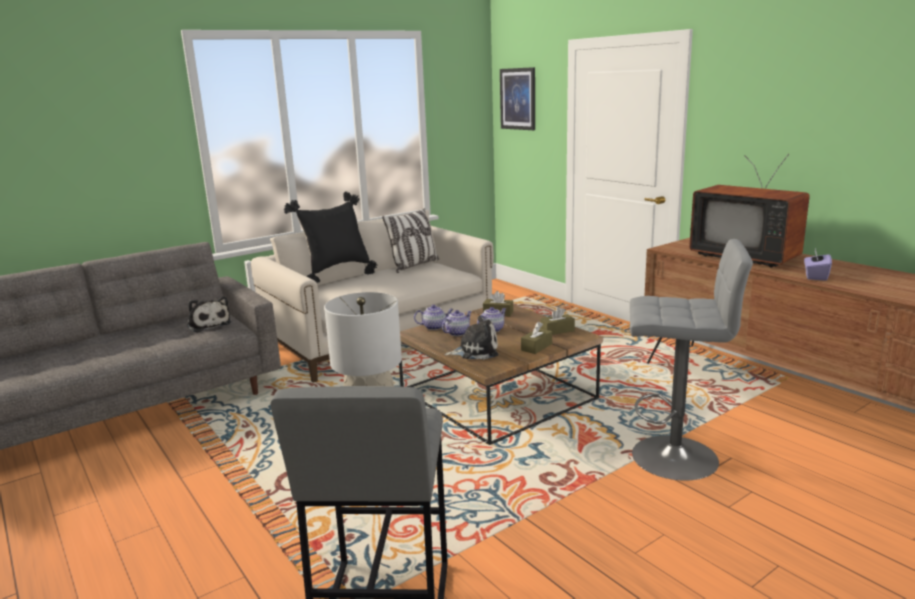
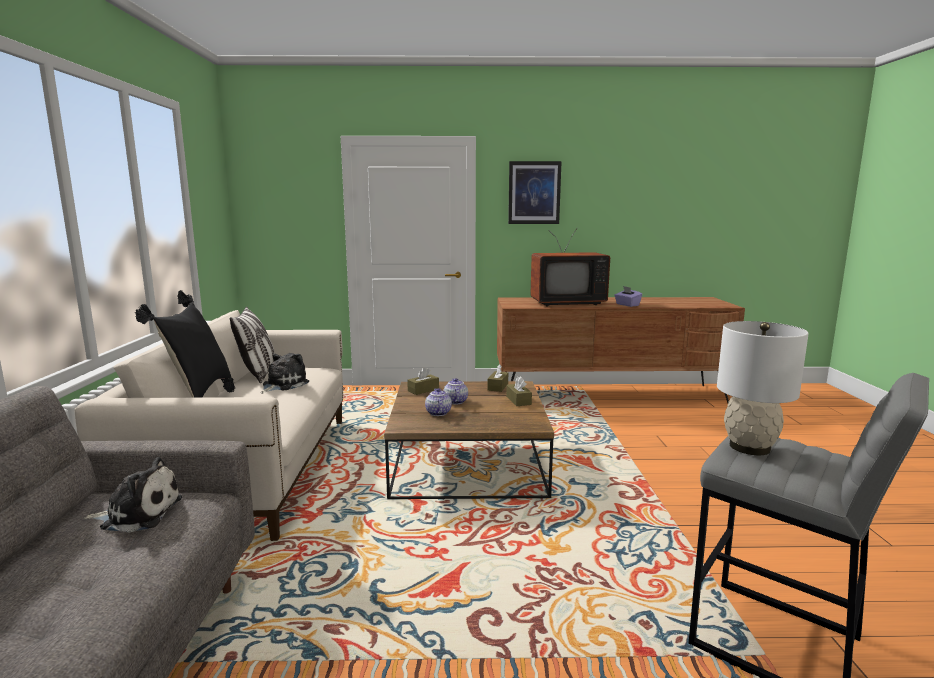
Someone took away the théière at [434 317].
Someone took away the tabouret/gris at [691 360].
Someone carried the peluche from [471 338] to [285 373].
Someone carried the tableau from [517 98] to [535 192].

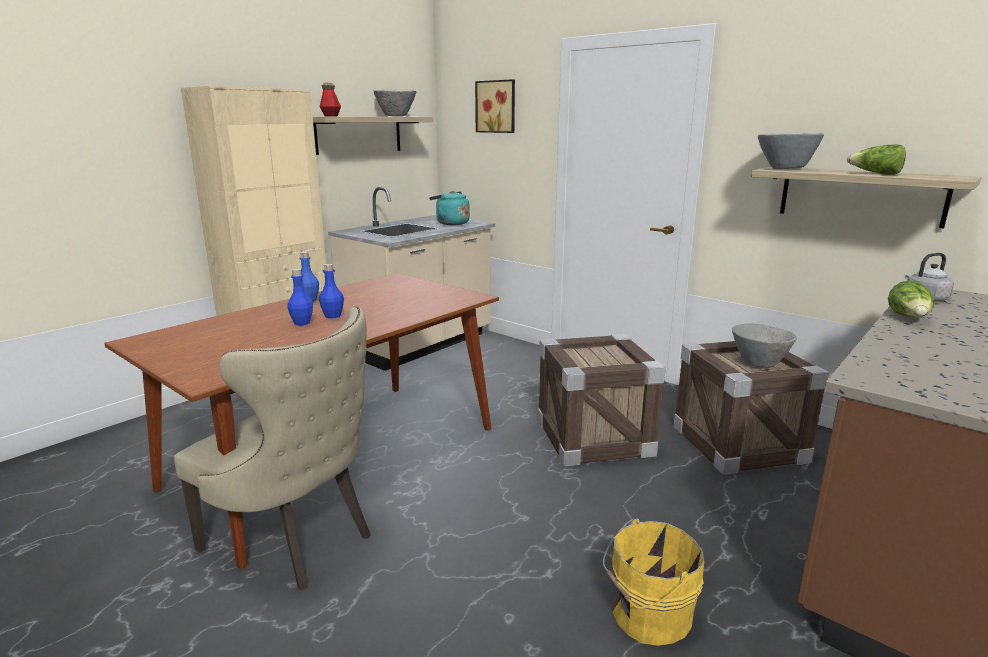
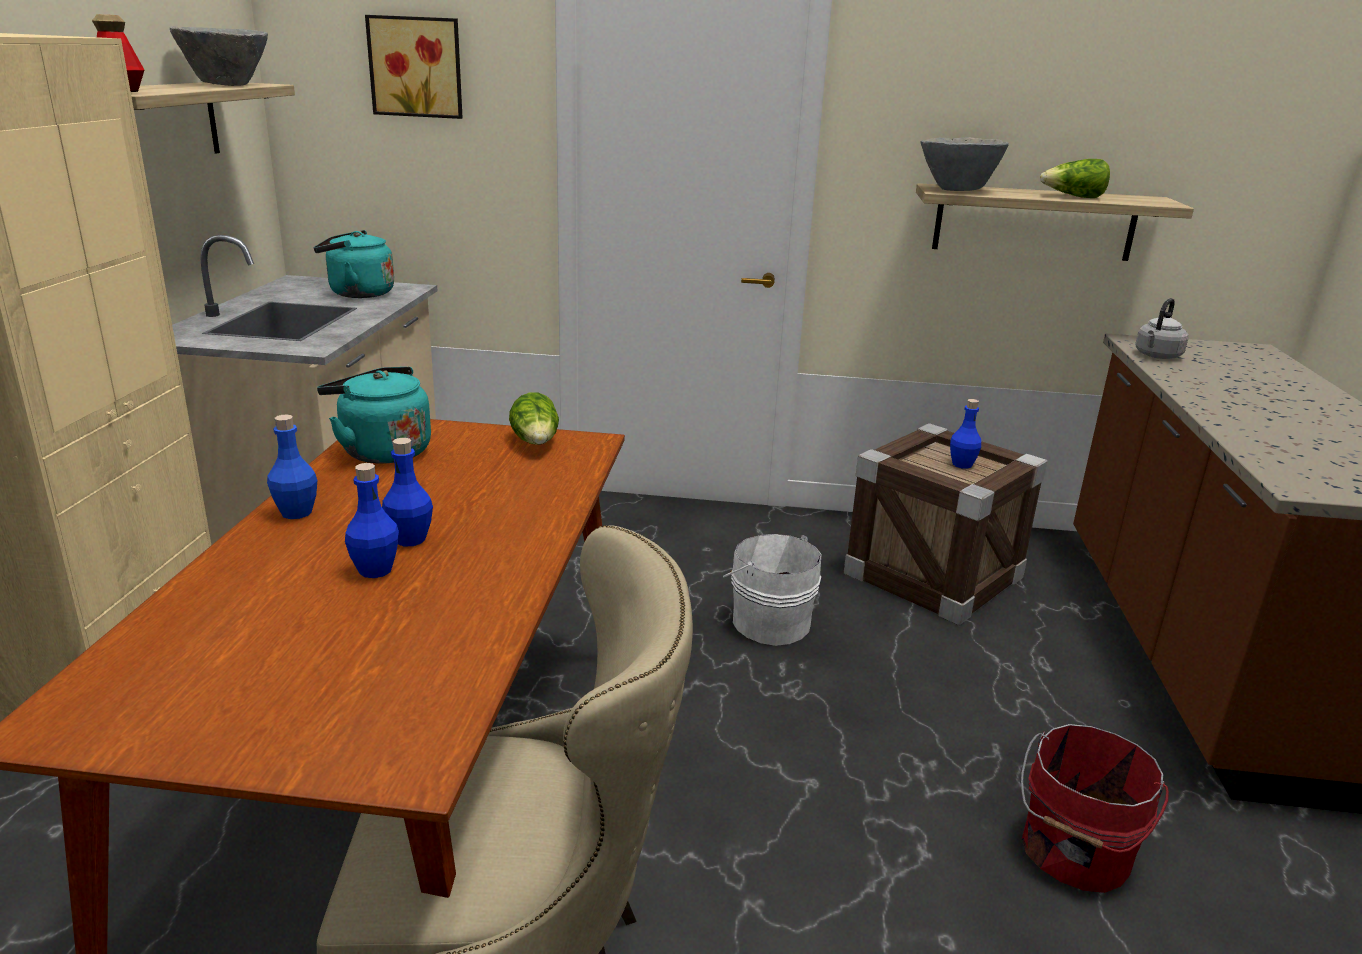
Someone put down the bouilloire/turquoise at [374 415].
Someone carried the laitue from [911 299] to [534 419].
Someone swapped the caisse at [602 400] for the seau/blanc at [772 590].
Someone swapped the bol/gris at [764 346] for the bouteille/bleu at [965 434].
Someone repainted the seau/jaune at [653 582], which became the seau/rouge at [1095 808].

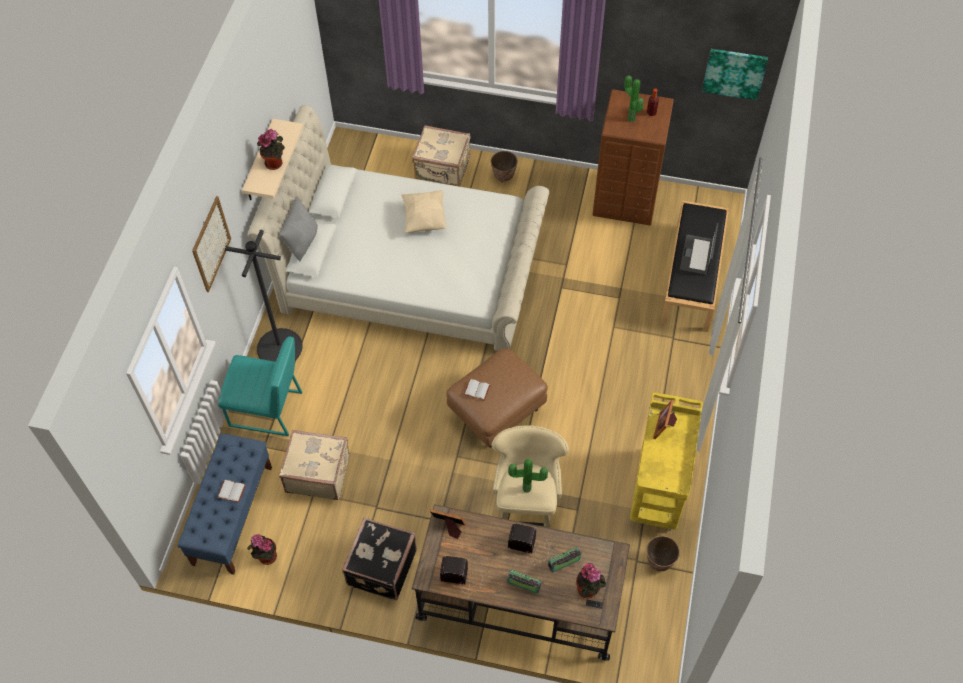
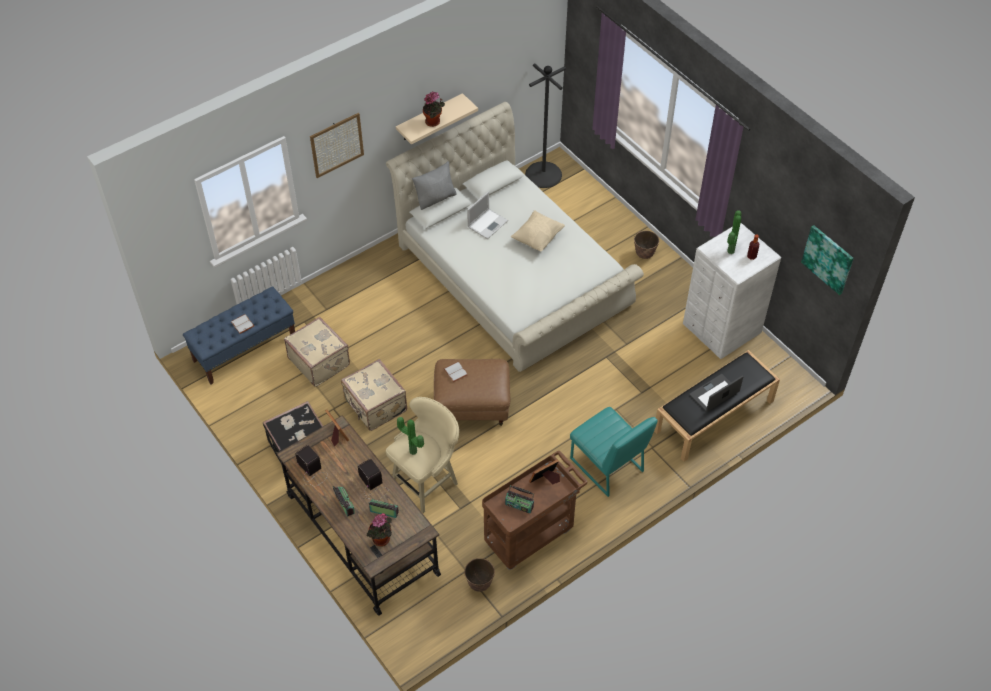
Someone took away the plante en pot at [262 549].
Someone put down the ordinateur portable at [487 215].
Someone put down the radio at [519 499].
Someone carried the chaise/turquoise from [260 386] to [614 452].
Someone carried the portant/noir from [263 296] to [545 125].
Someone carried the valise/beige from [441 156] to [374 395].
Someone repainted the commode/marron at [633 157], which became the commode/blanc at [732 291].
Someone repainted the chariot/jaune at [666 461], which became the chariot/marron at [534 510].

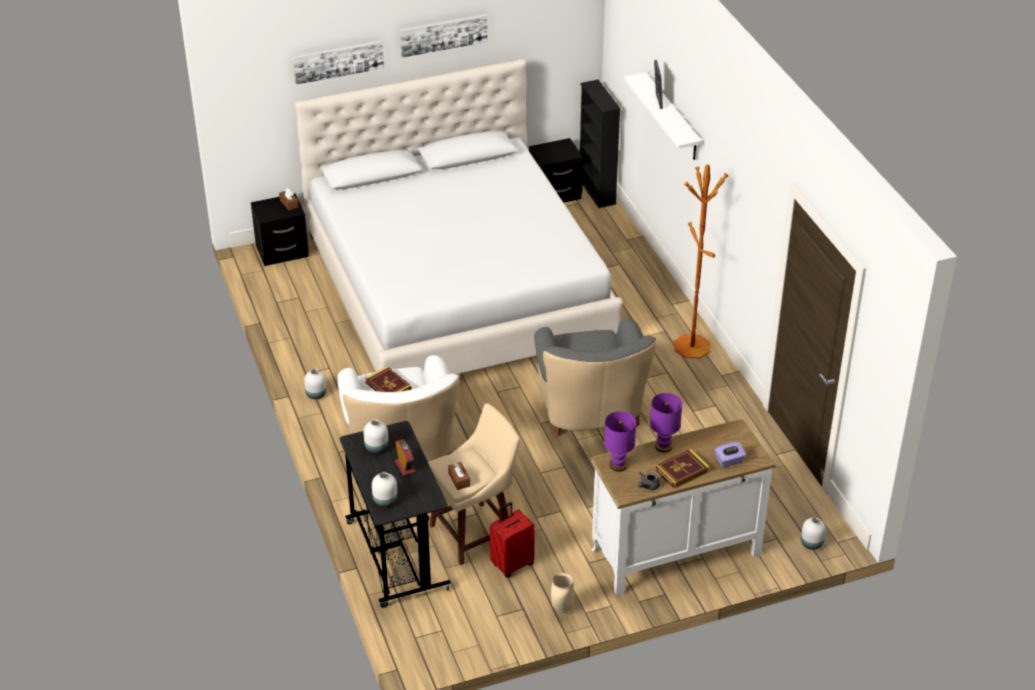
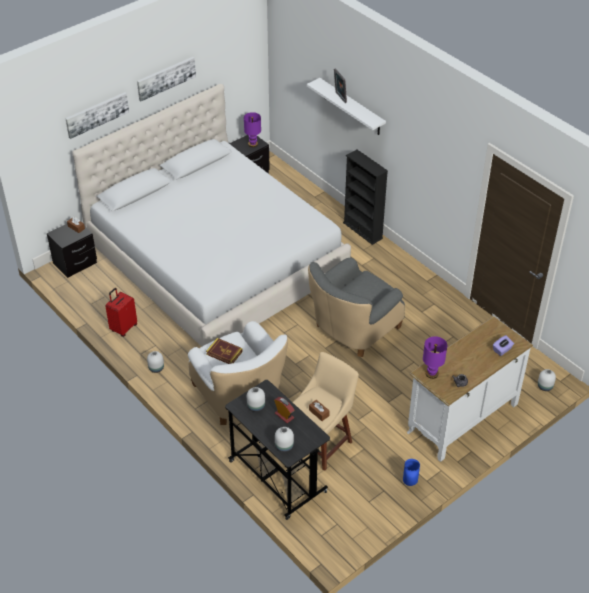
Someone took away the livre at [682 469].
Someone took away the portant/orange at [701 261].
Someone carried the valise/rouge from [512 540] to [121 312].
Someone carried the bibliothèque/noir from [600 144] to [365 197].
Someone carried the lampe de table/violet from [666 423] to [252 129].
Someone repainted the vase/beige at [562 593], which became the vase/bleu at [411 472].
Someone rotated the fauteuil/gris at [595 378] by 75 degrees clockwise.

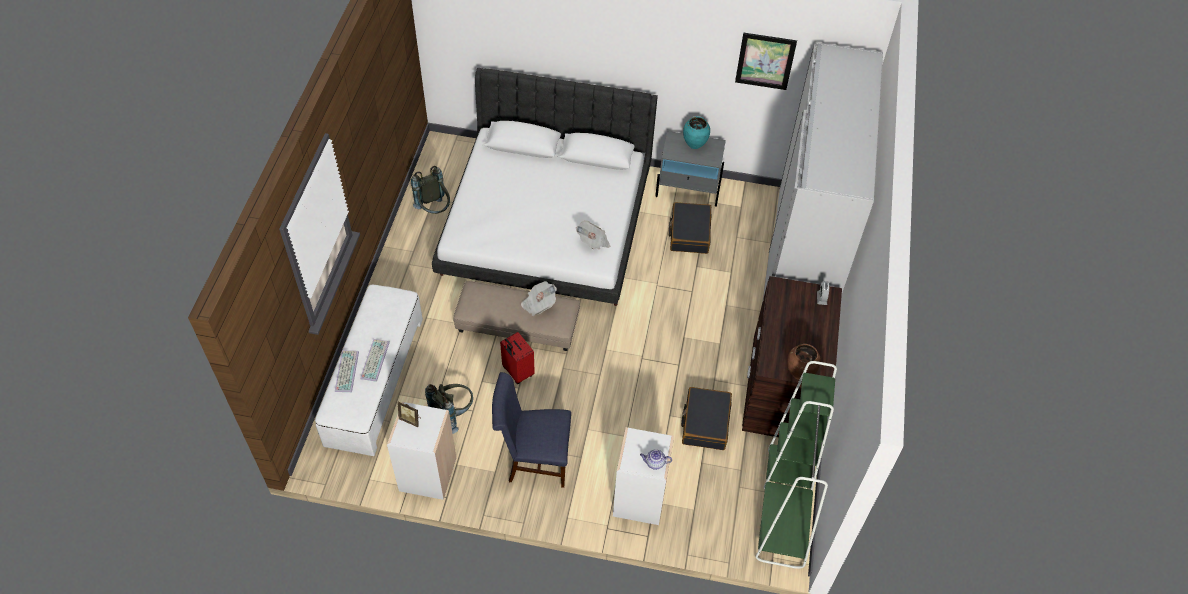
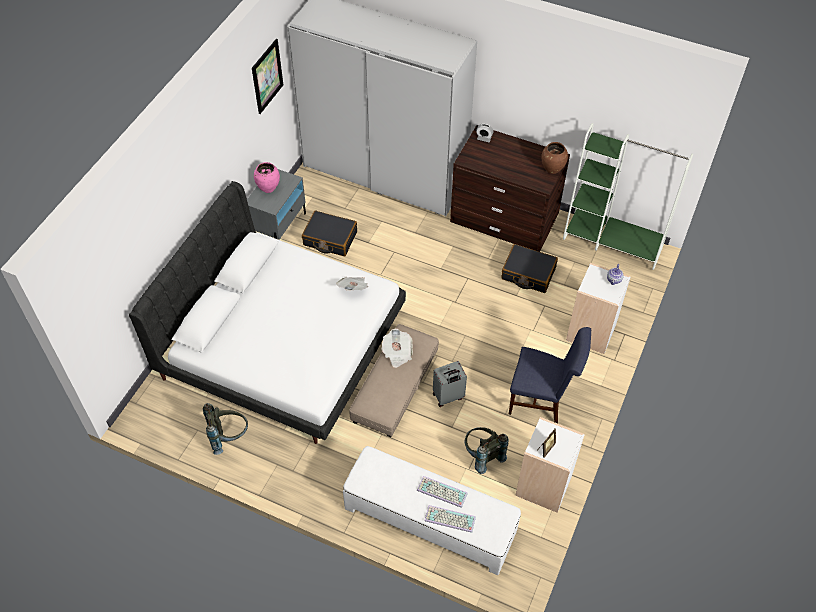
Someone repainted the valise/rouge at [517 358], which became the valise/gris at [450 384].
Someone repainted the vase/turquoise at [696 132], which became the vase/rose at [267 177].
Someone rotated the chaise/bleu at [531 430] by 90 degrees counterclockwise.

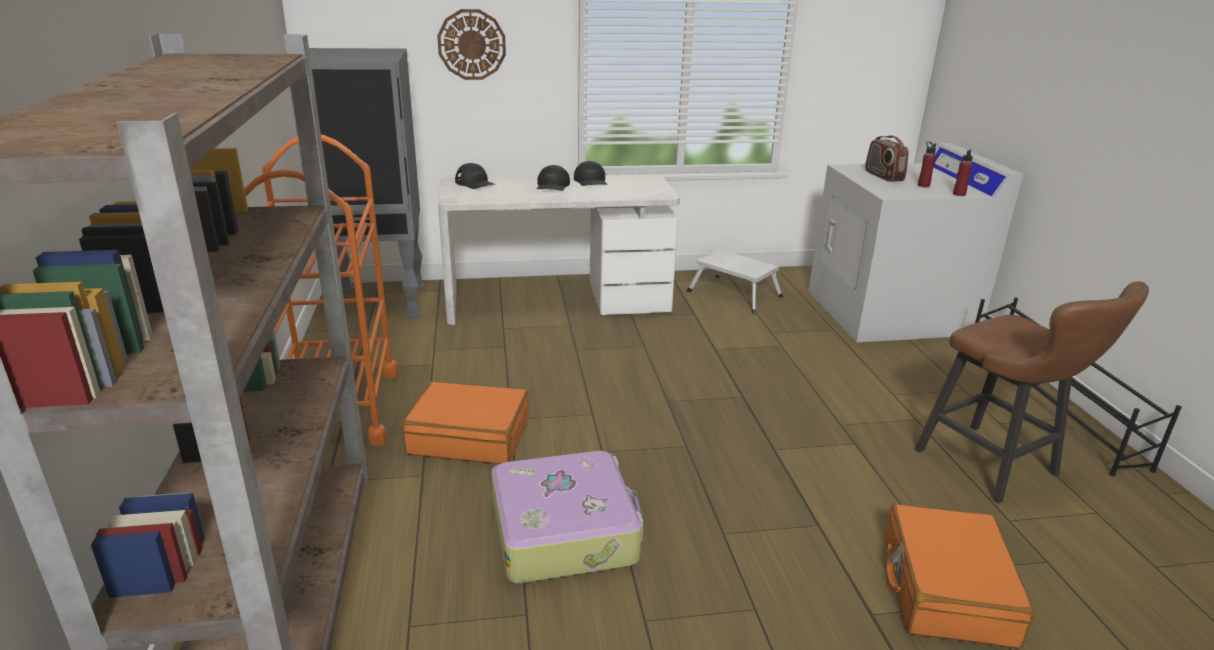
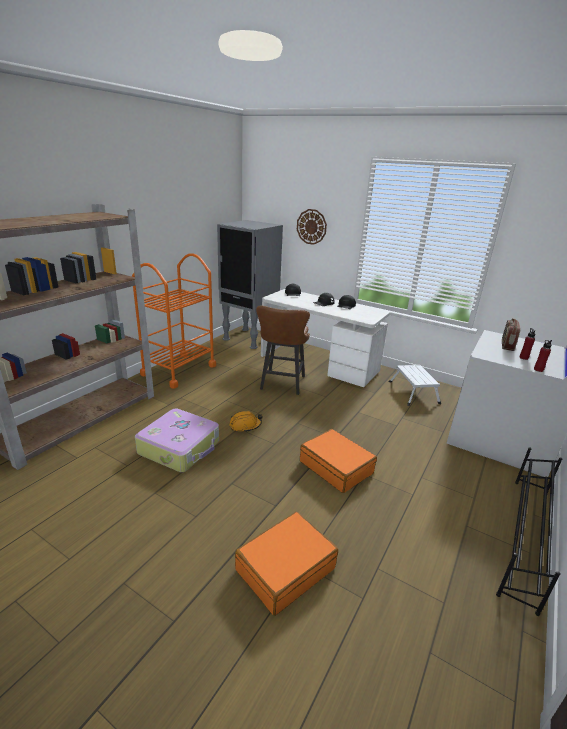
Someone put down the casque de chantier/orange at [246 421].
Someone carried the valise/orange from [465 422] to [338 461].
Someone carried the tabouret/marron from [1031 392] to [283 350].

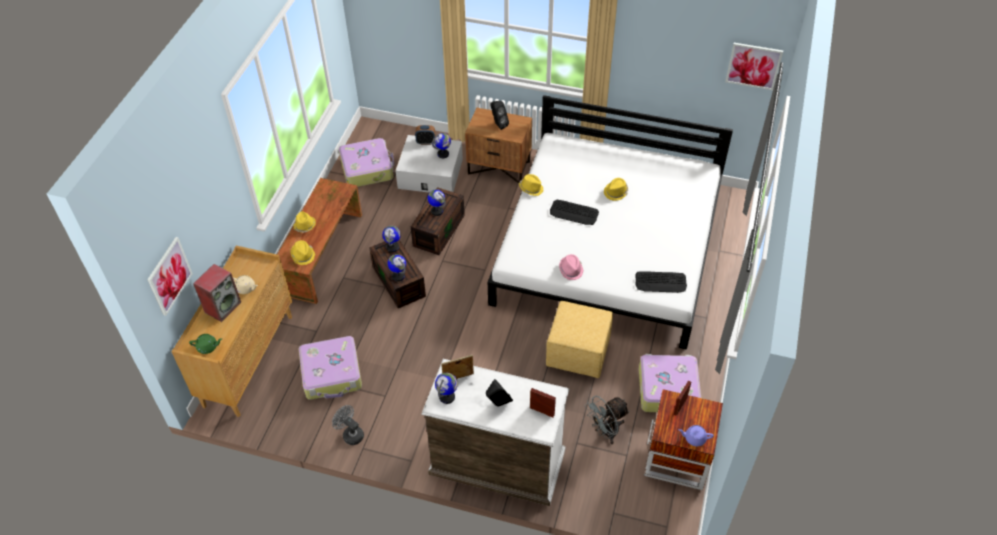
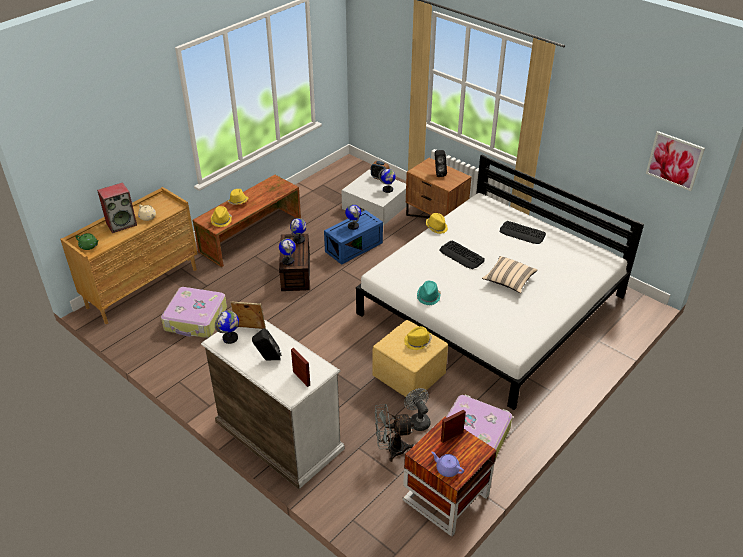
Someone took away the tableau at [170 276].
Someone took away the valise at [366 162].
Someone put down the coussin/beige at [509 274].
Someone carried the ventilateur/gris from [348 425] to [417 409].
Someone carried the chapeau/jaune from [616 189] to [418 338].
Someone carried the clavier from [661 282] to [523 232].
Someone repainted the boîte de rangement/marron at [438 221], which became the boîte de rangement/bleu at [353 237].
Someone repainted the chapeau/rose at [571 267], which became the chapeau/turquoise at [429 293].

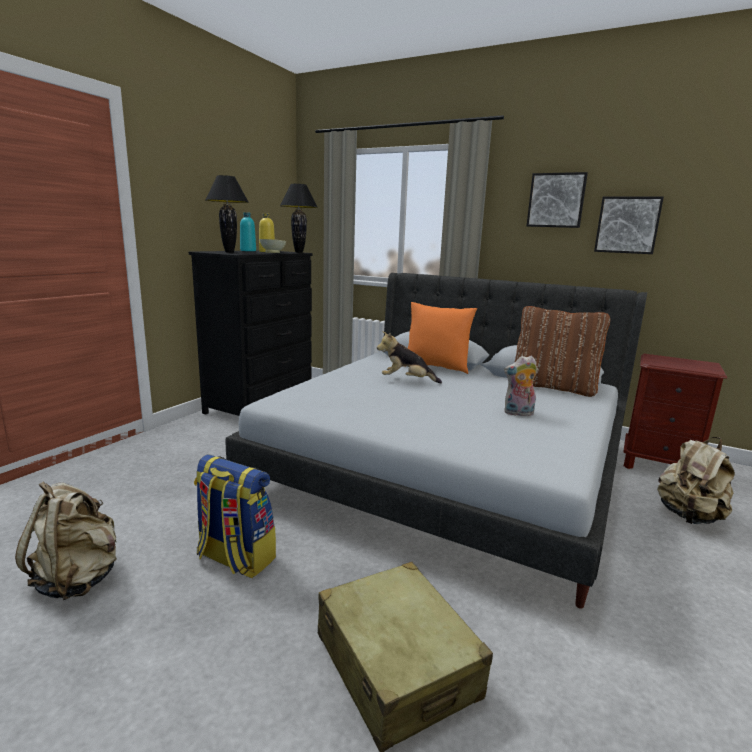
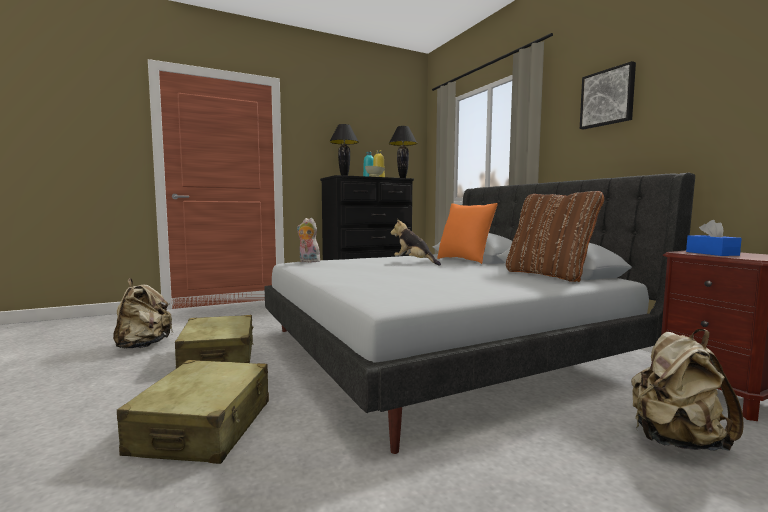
Someone took away the tableau at [629 225].
Someone put down the boîte à mouchoirs/bleu at [714 238].
Someone carried the peluche from [520 386] to [308 240].
Someone swapped the sac à dos at [235 516] for the valise/beige at [214 341].

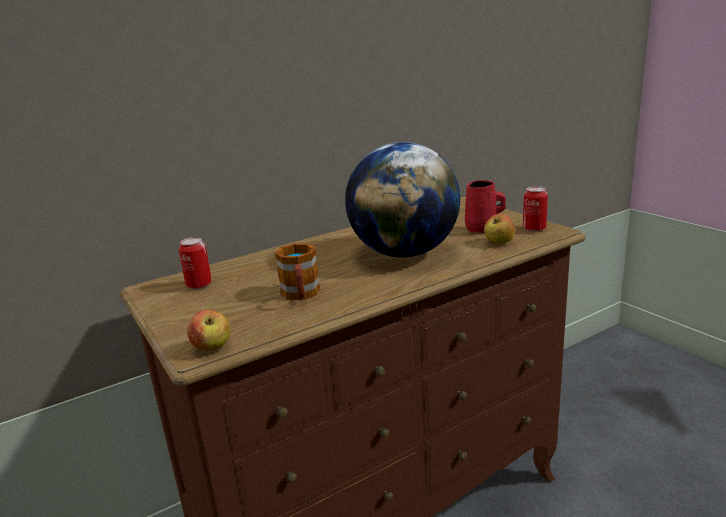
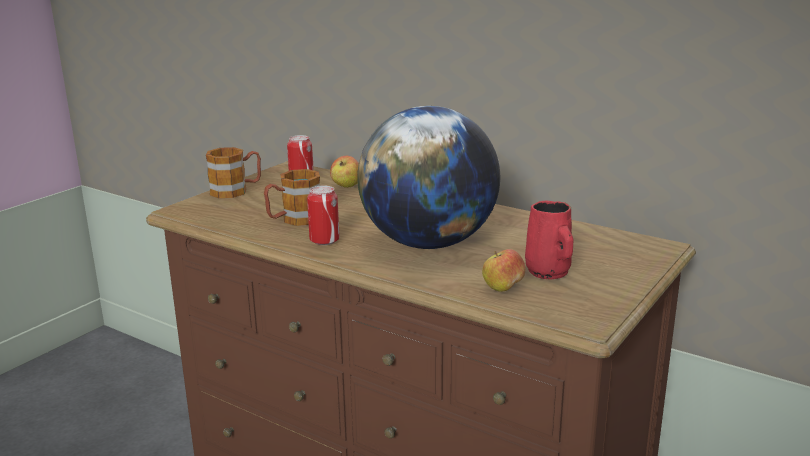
Someone put down the mug at [233 172].
Someone carried the pomme from [208 330] to [344 172].
Someone carried the boîte métallique from [535 209] to [323 215].

